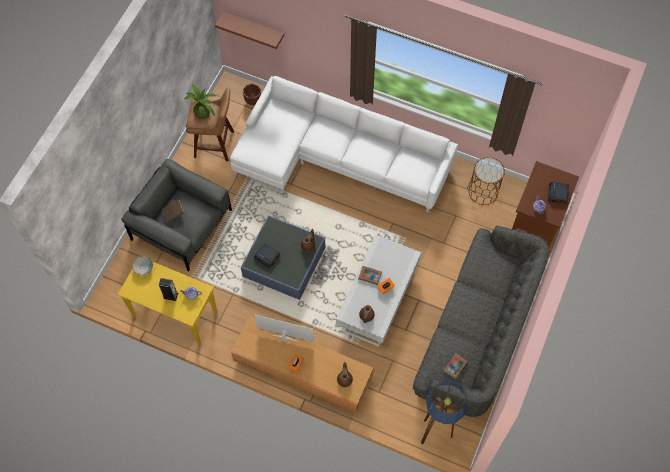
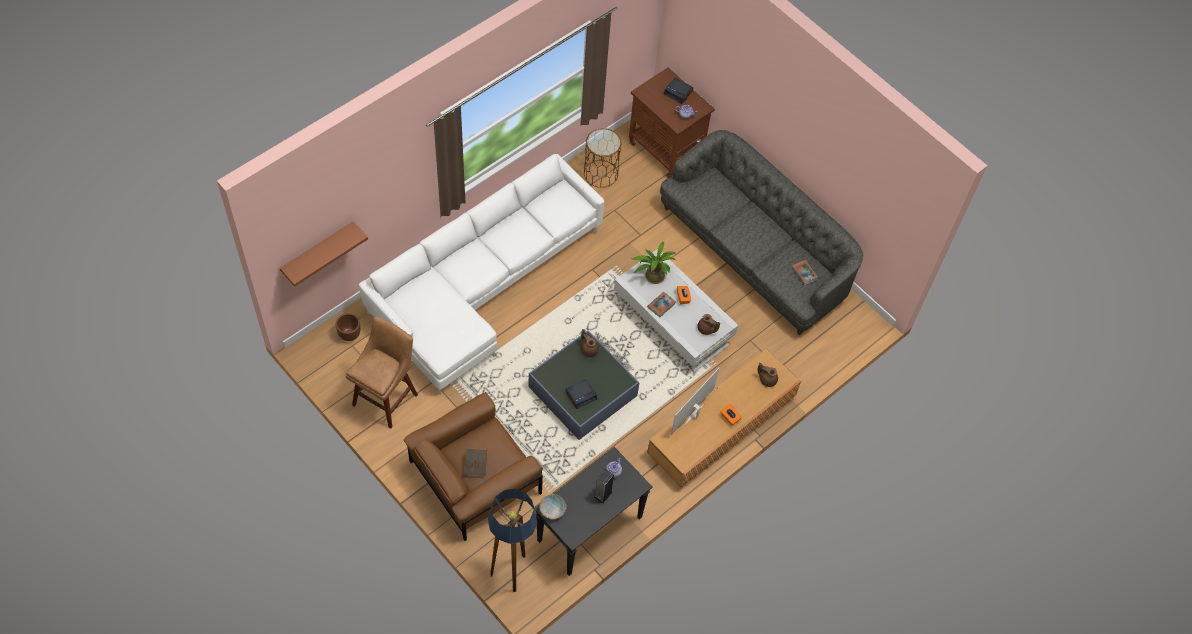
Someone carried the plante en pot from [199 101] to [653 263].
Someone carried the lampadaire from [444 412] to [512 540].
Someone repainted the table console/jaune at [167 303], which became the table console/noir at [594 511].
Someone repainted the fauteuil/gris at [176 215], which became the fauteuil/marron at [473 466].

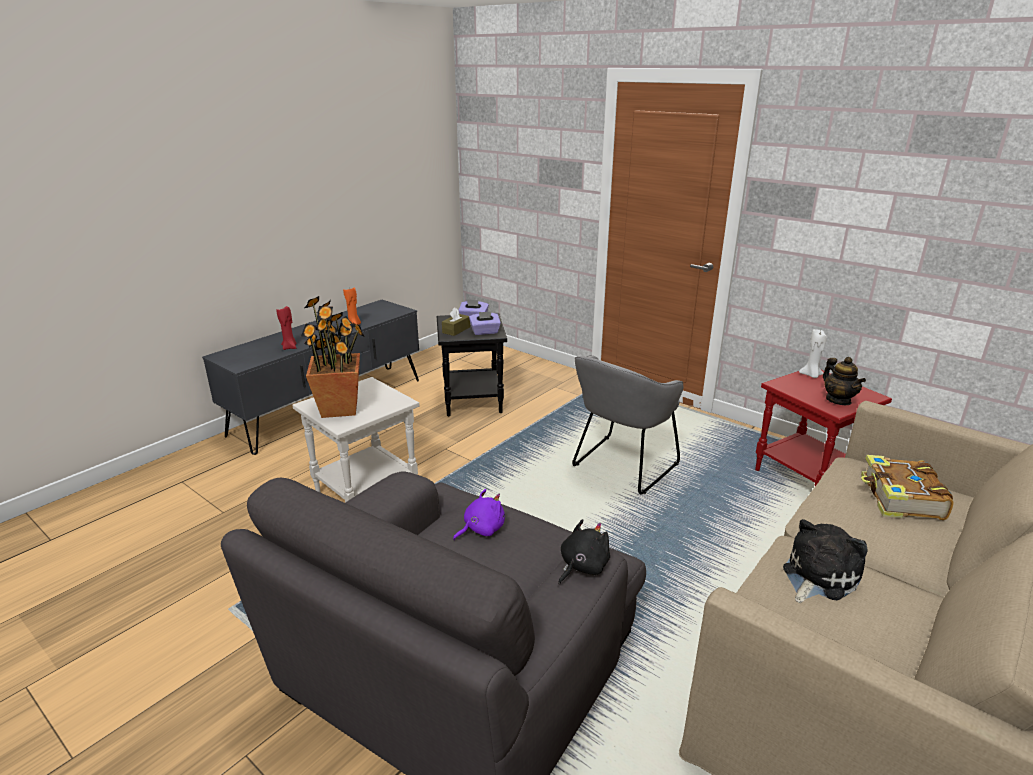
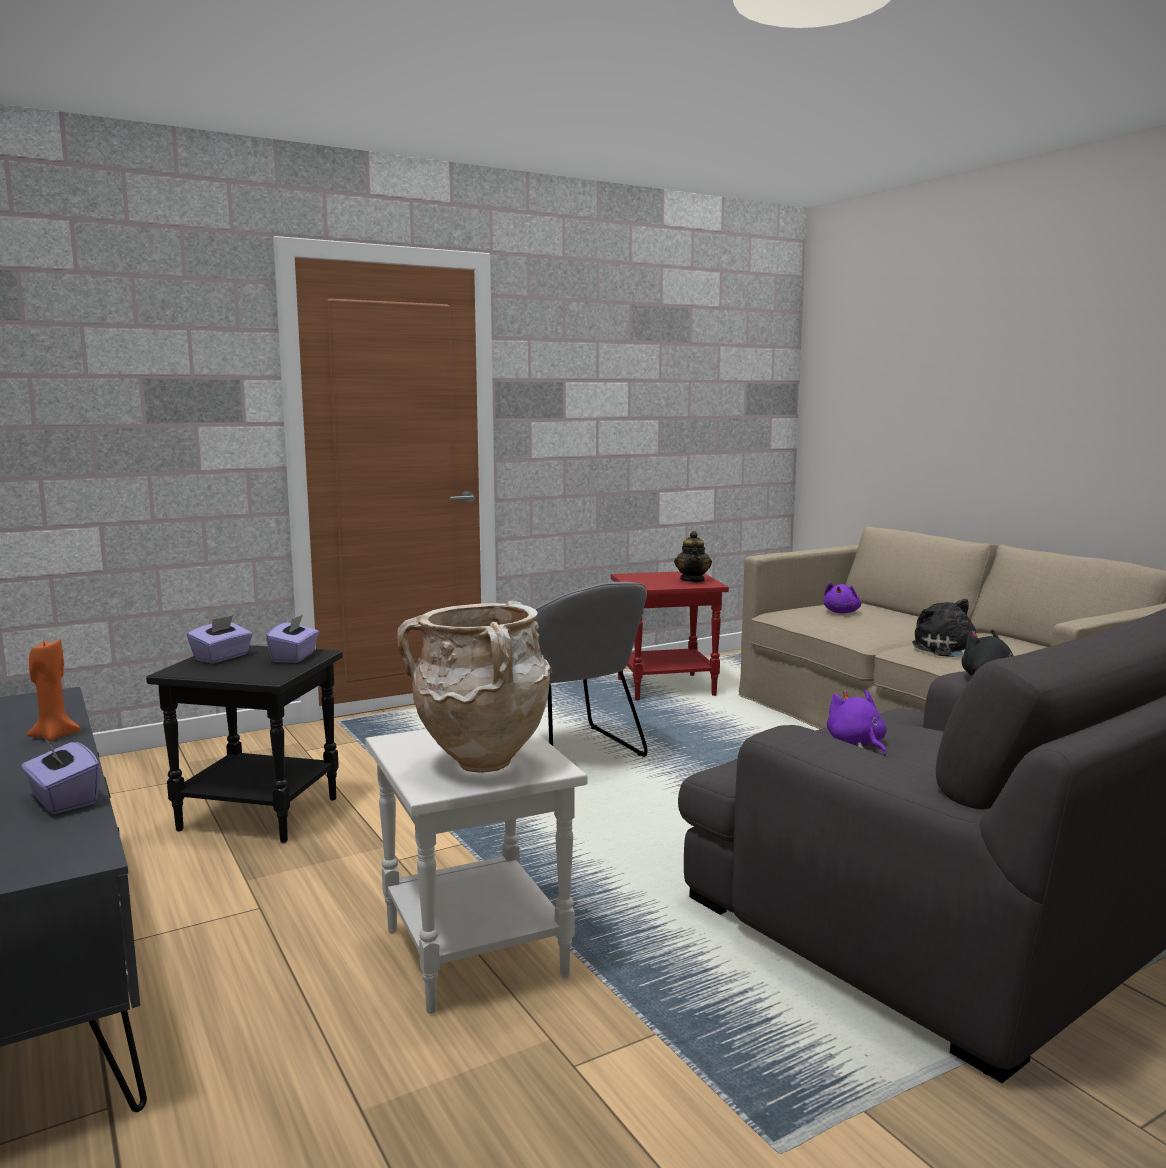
Someone took away the boîte à mouchoirs/marron at [456 321].
Someone took away the bougie/blanc at [813 353].
Someone swapped the bougie/rouge at [287 328] for the boîte à mouchoirs/violet at [60 775].
Someone swapped the plante en pot at [333 357] for the vase/beige at [474 686].
Someone swapped the livre at [907 487] for the peluche/violet at [842 597].
Someone rotated the théière at [844 381] by 90 degrees clockwise.

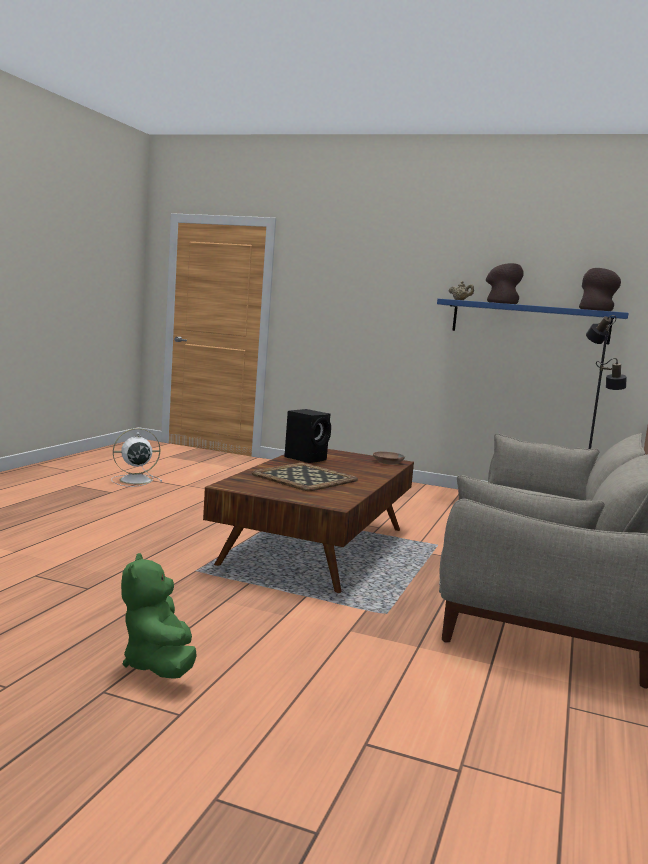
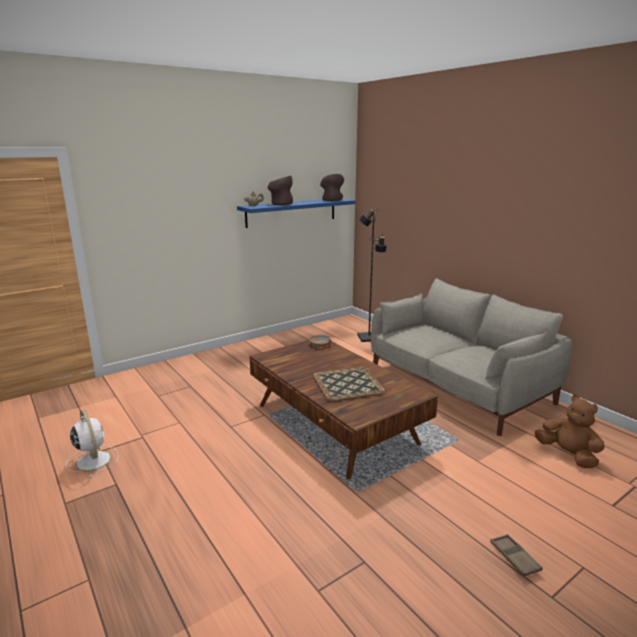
Someone took away the enceinte/noir at [307 436].
Someone put down the peluche/marron at [569 431].
Someone swapped the peluche/vert at [159 616] for the plateau/marron at [516 555].
Someone rotated the ventilateur/blanc at [136 457] by 135 degrees clockwise.

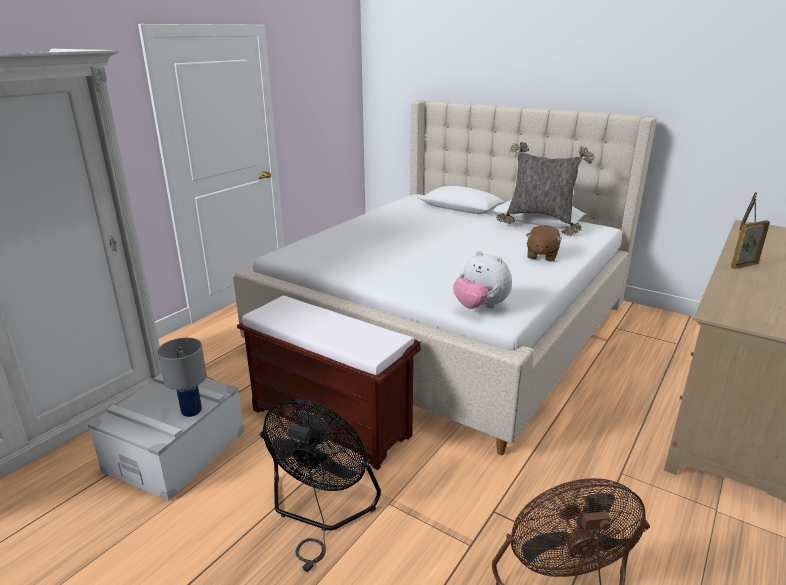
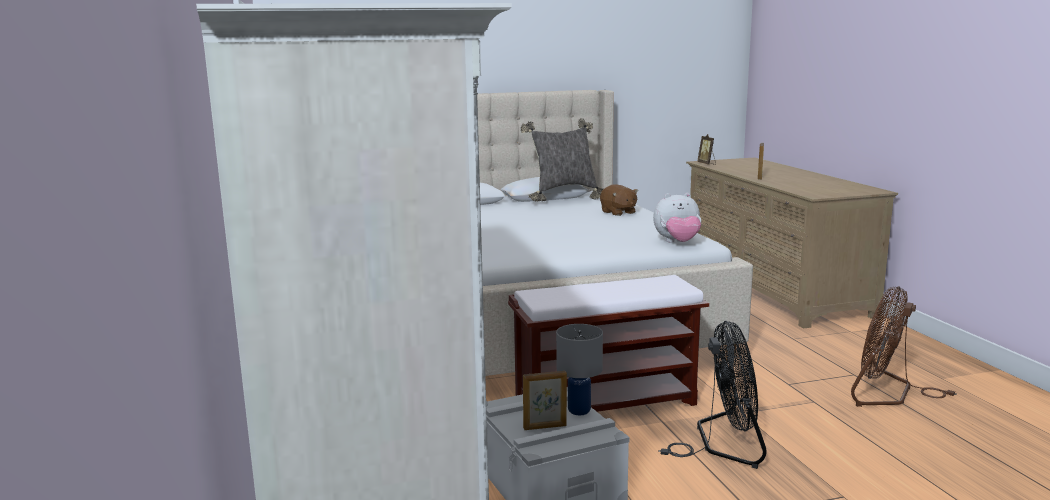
Someone put down the cadre photo at [545 400].
Someone rotated the ventilateur/noir at [320 485] by 120 degrees clockwise.

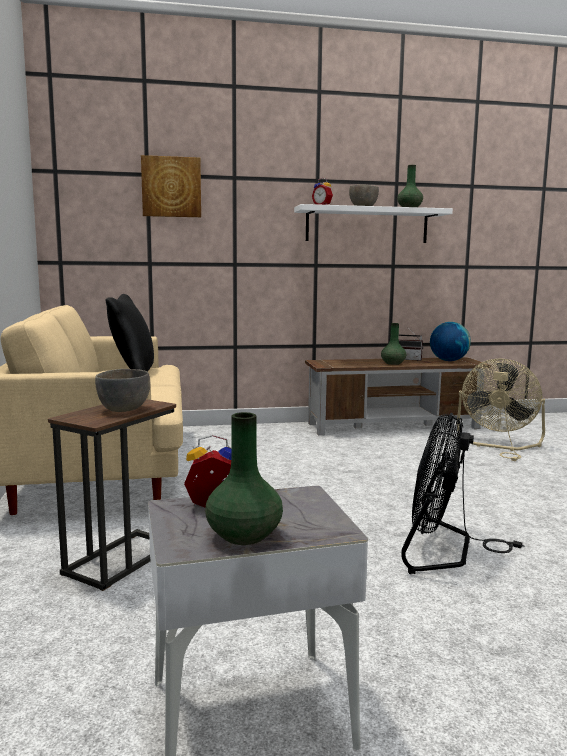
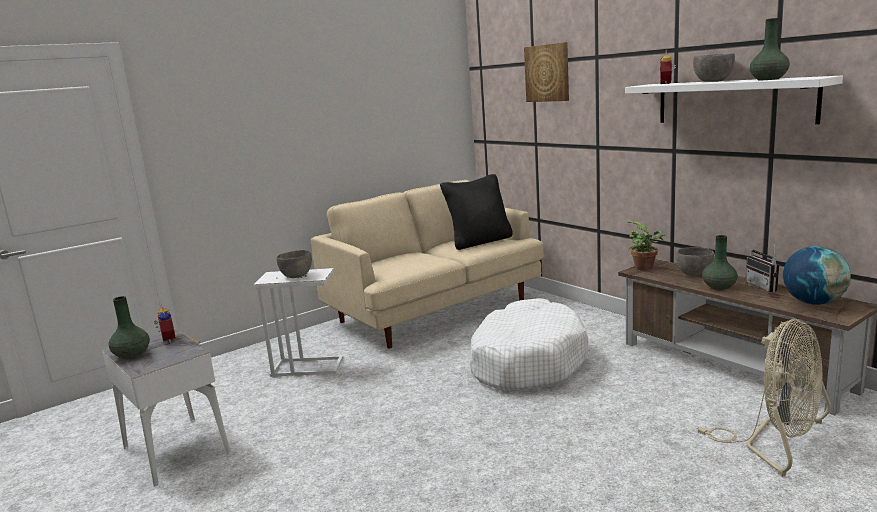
Someone took away the ventilateur/noir at [463 493].
Someone put down the panier pour chien/blanc at [529 344].
Someone put down the plante en pot at [646 246].
Someone put down the bol/gris at [695 261].
Someone repainted the table d'appoint/marron at [112 495], which became the table d'appoint/blanc at [299 322].
Someone rotated the ventilateur/beige at [501 410] by 45 degrees clockwise.

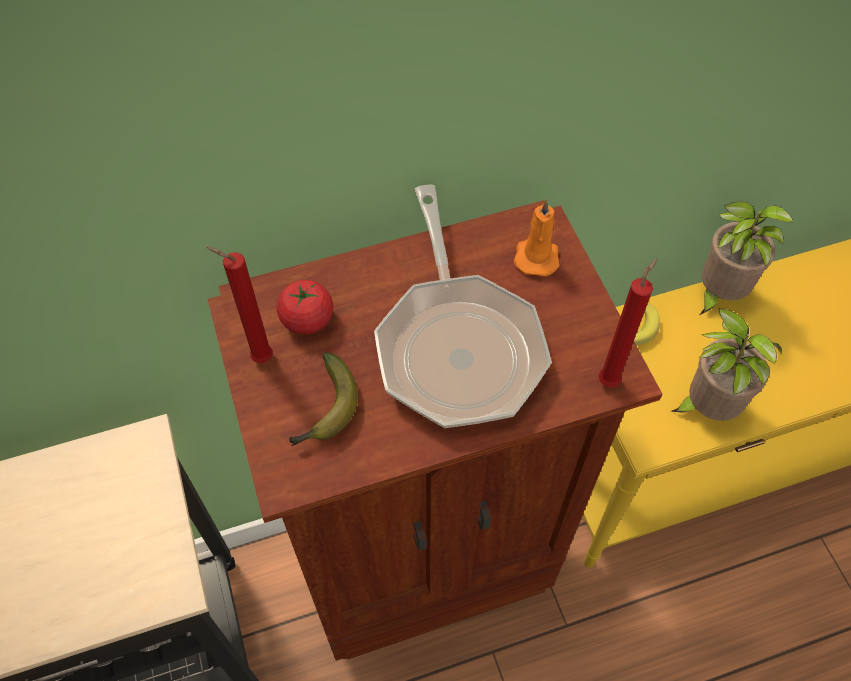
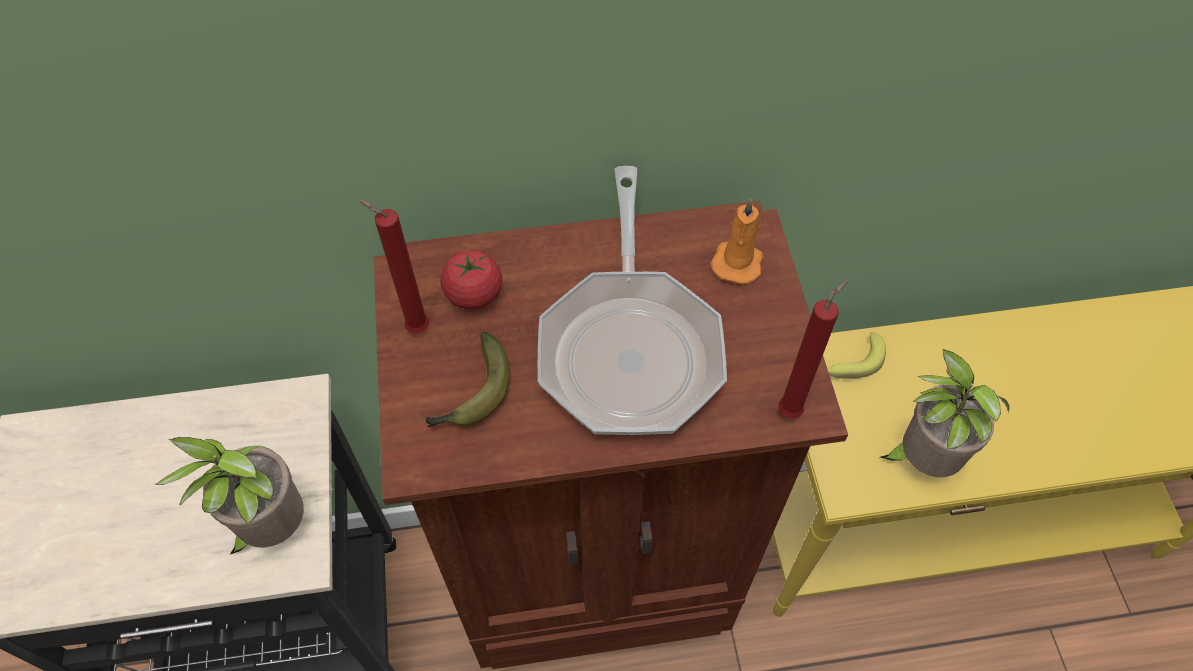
Someone carried the plante en pot from [746 258] to [229 495].

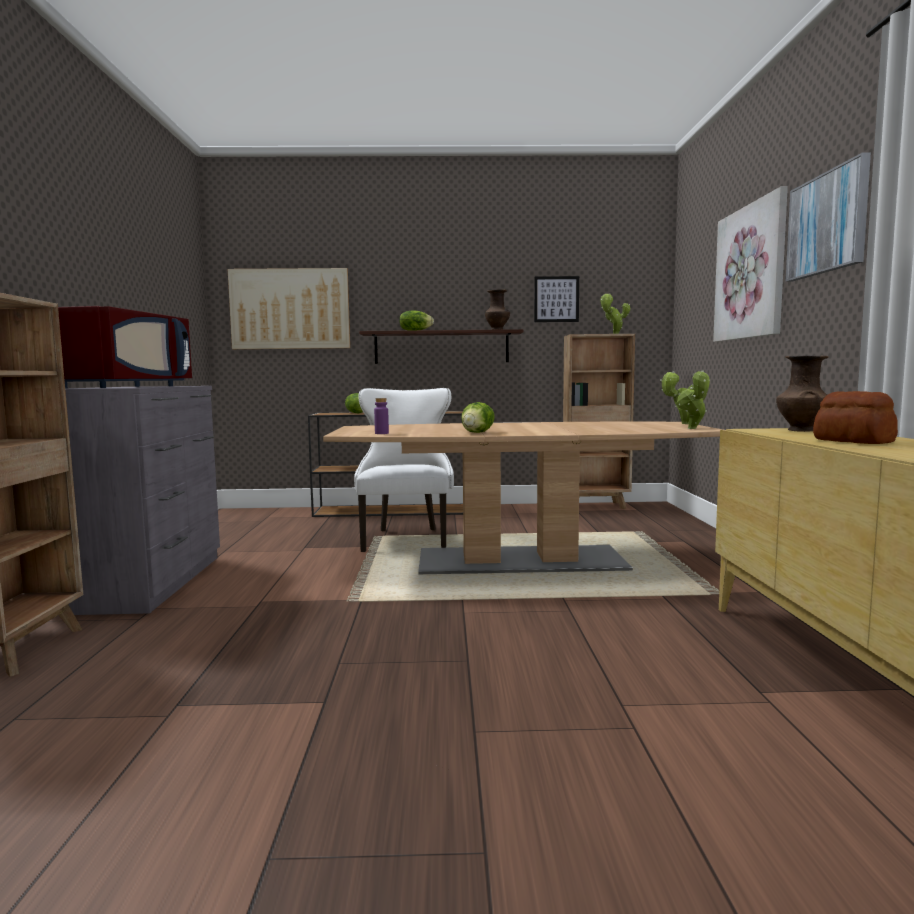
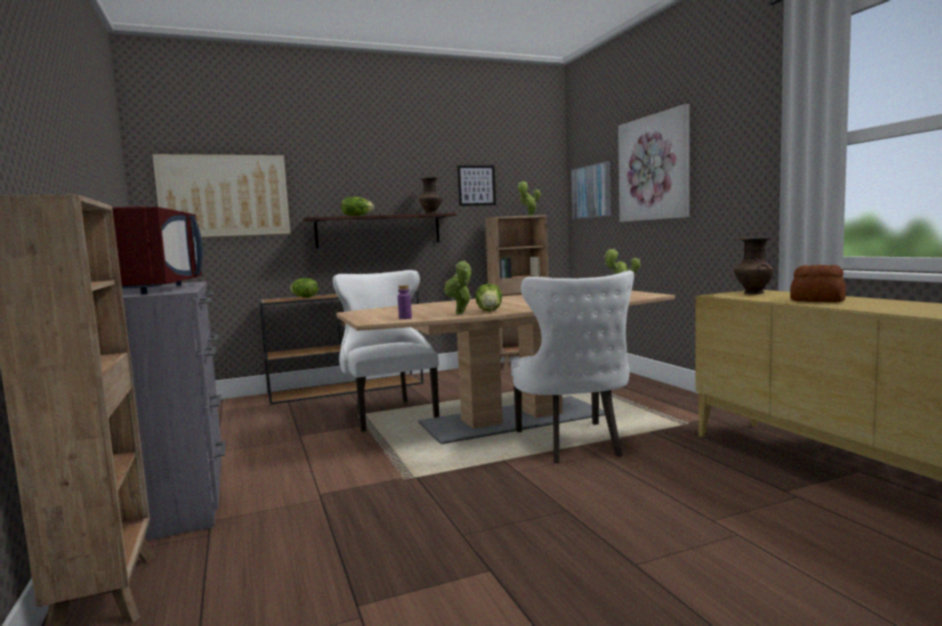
Someone put down the chaise/blanc at [572 366].
Someone carried the plante en pot from [693 399] to [457 287].
Someone carried the tableau from [828 217] to [591 190].

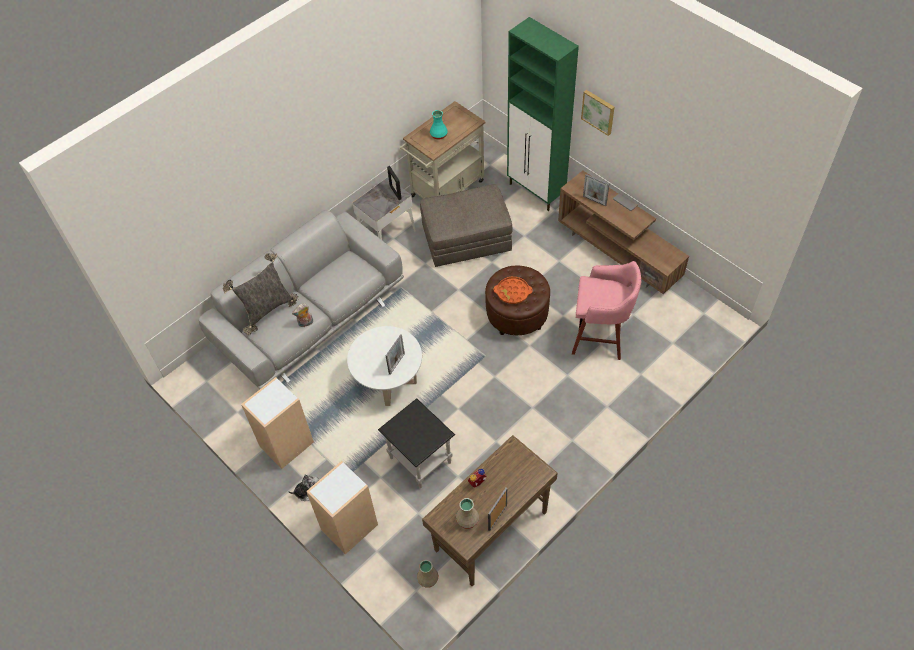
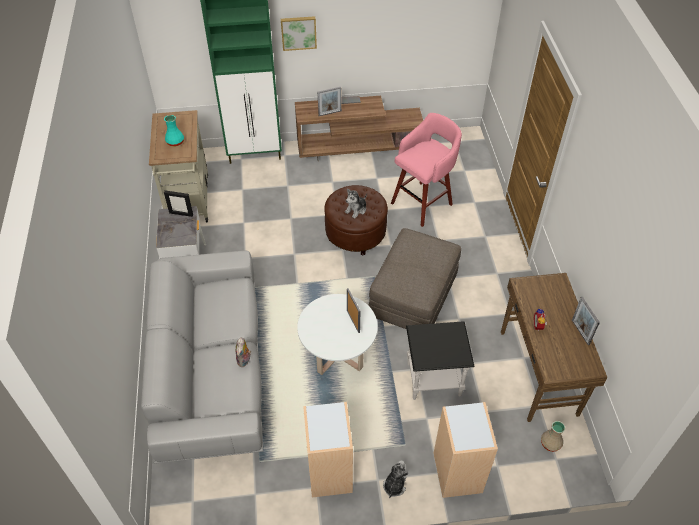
Someone took away the coussin at [261 294].
Someone took away the vase/beige at [467 513].
Someone carried the pouf/gris from [466 225] to [415 278].
Someone swapped the plateau/orange at [513 290] for the peluche at [356 204].

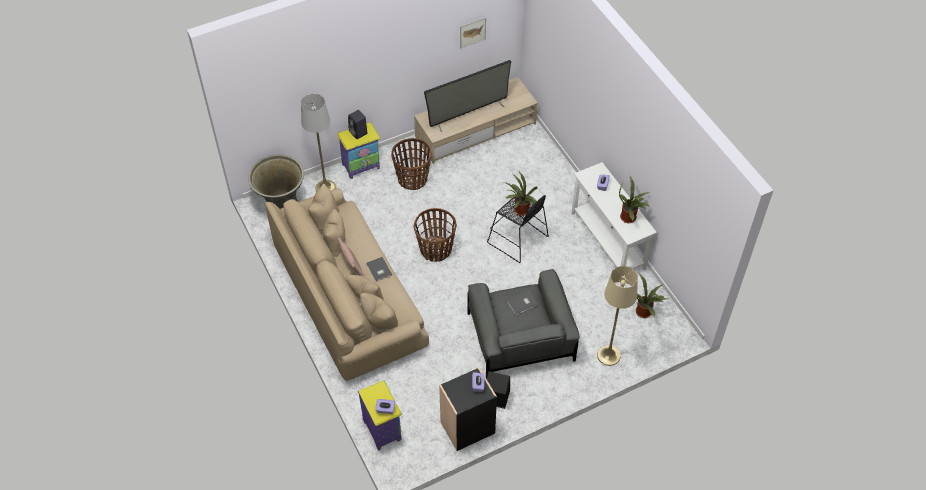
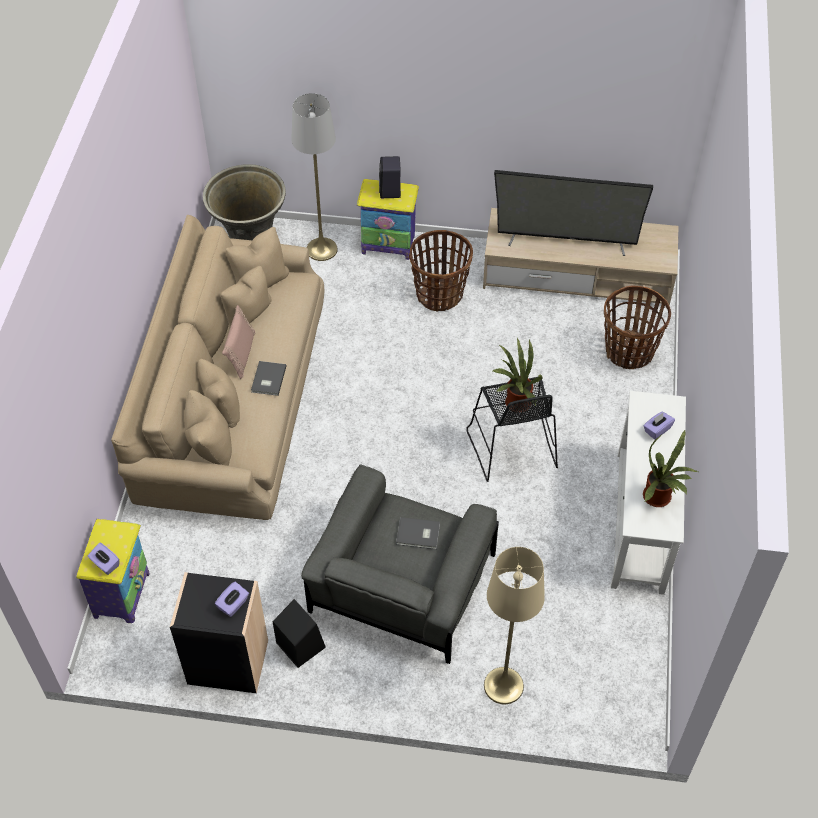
Someone took away the tableau at [473 32].
Someone took away the plante en pot at [652 295].
Someone carried the panier from [435 235] to [637 327].

